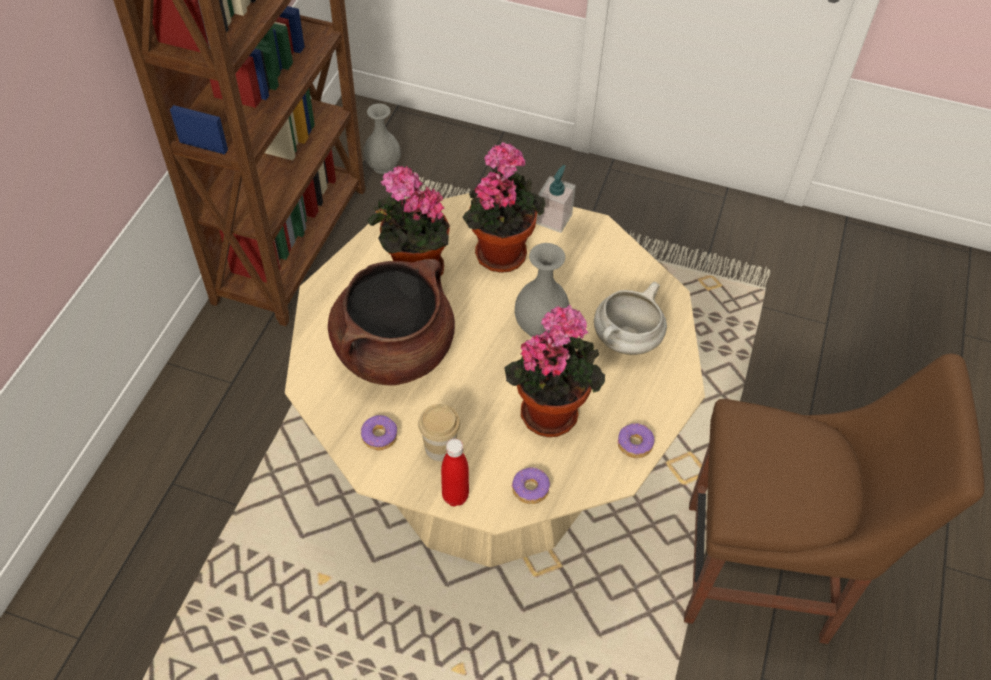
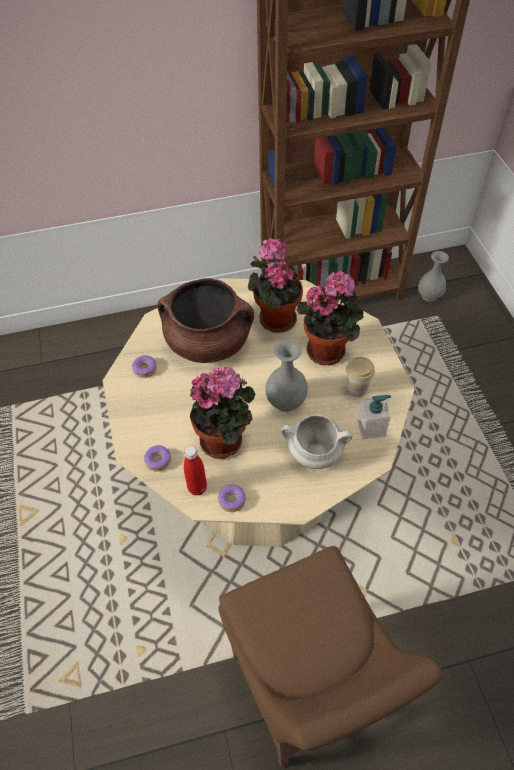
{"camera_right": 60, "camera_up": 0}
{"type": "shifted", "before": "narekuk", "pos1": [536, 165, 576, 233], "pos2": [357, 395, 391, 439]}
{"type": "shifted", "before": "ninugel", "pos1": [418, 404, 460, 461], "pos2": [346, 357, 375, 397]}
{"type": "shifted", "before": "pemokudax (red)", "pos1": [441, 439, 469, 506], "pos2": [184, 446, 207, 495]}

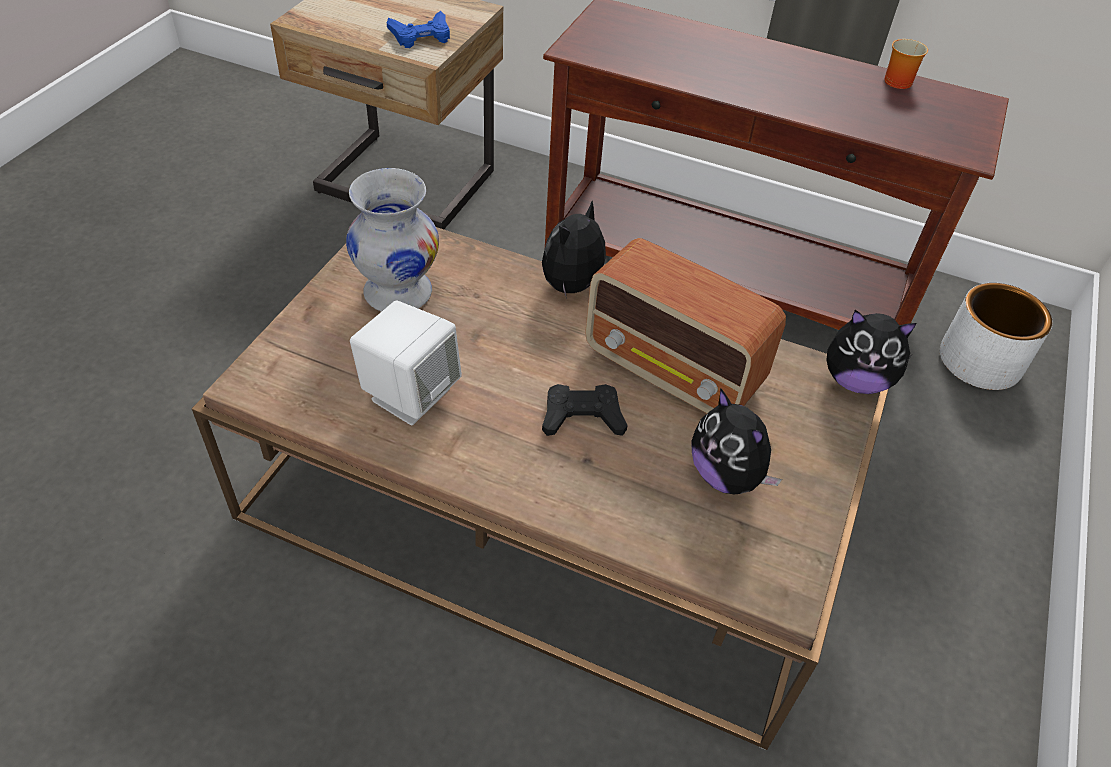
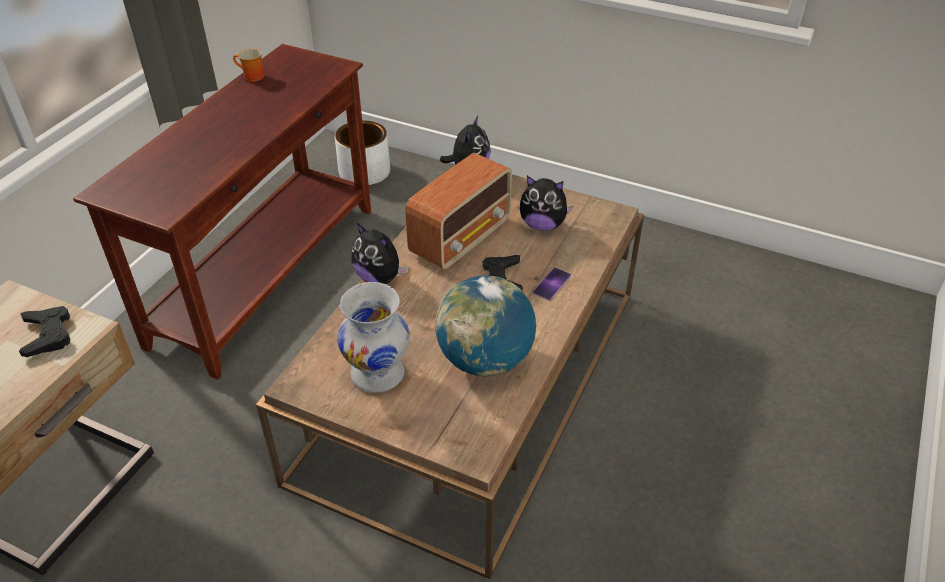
{"camera_right": -85, "camera_up": -5}
{"type": "repainted", "before": "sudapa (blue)", "after": "sudapa (black)", "pos1": [387, 11, 450, 48], "pos2": [19, 306, 70, 357]}
{"type": "swapped", "before": "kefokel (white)", "after": "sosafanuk", "pos1": [350, 301, 462, 425], "pos2": [435, 275, 536, 377]}
{"type": "rotated", "before": "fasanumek", "pos1": [691, 388, 782, 494], "pos2": [520, 176, 573, 231], "turn": 45}
{"type": "new", "after": "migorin", "pos2": [533, 268, 571, 300]}

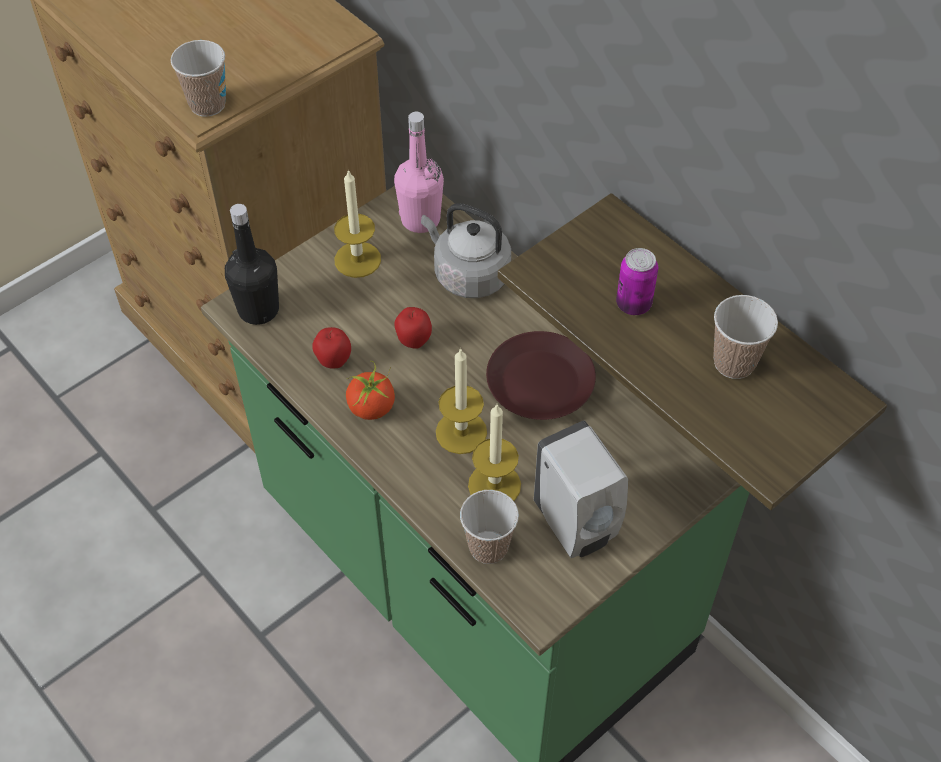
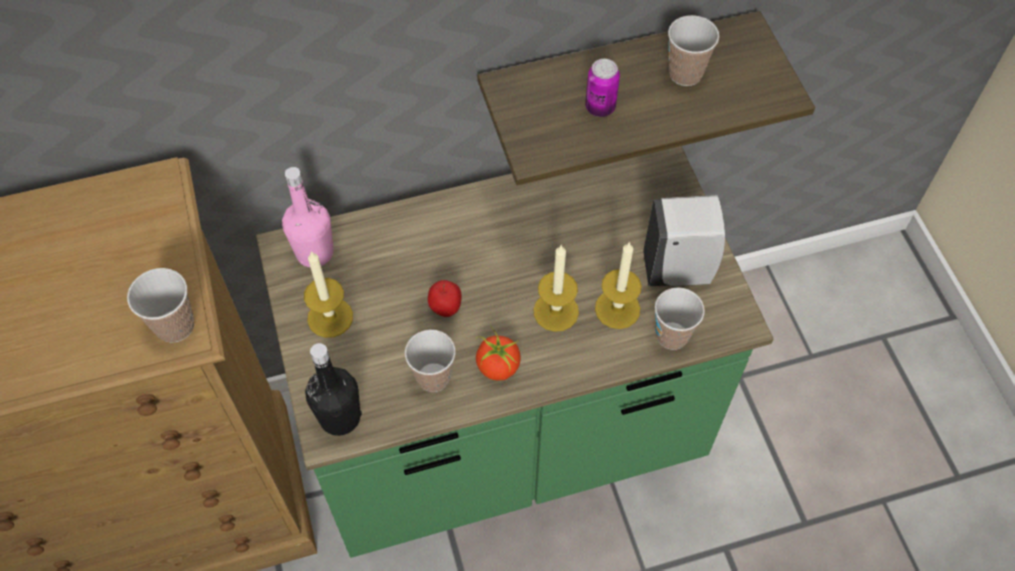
{"camera_right": -65, "camera_up": 5}
{"type": "gone", "before": "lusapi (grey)", "pos1": [421, 203, 511, 298]}
{"type": "swapped", "before": "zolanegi", "after": "ninugel", "pos1": [312, 327, 351, 369], "pos2": [405, 330, 456, 392]}
{"type": "gone", "before": "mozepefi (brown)", "pos1": [486, 331, 596, 420]}

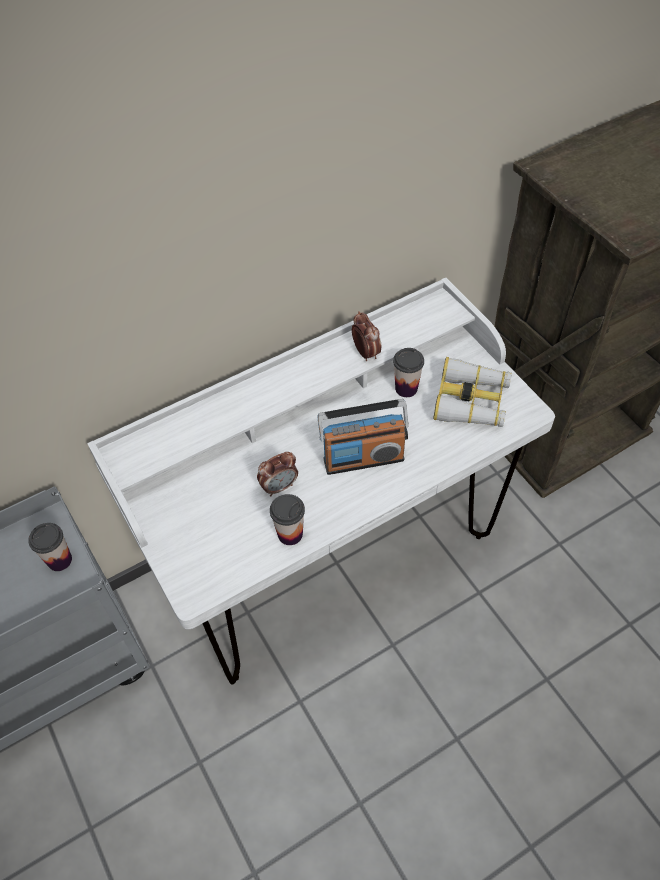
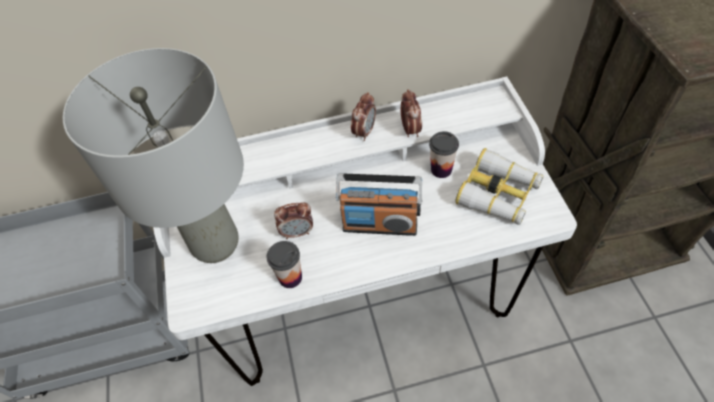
{"camera_right": 20, "camera_up": 0}
{"type": "gone", "before": "ninugel", "pos1": [28, 523, 72, 571]}
{"type": "new", "after": "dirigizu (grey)", "pos2": [63, 48, 244, 263]}
{"type": "new", "after": "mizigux", "pos2": [351, 92, 376, 141]}

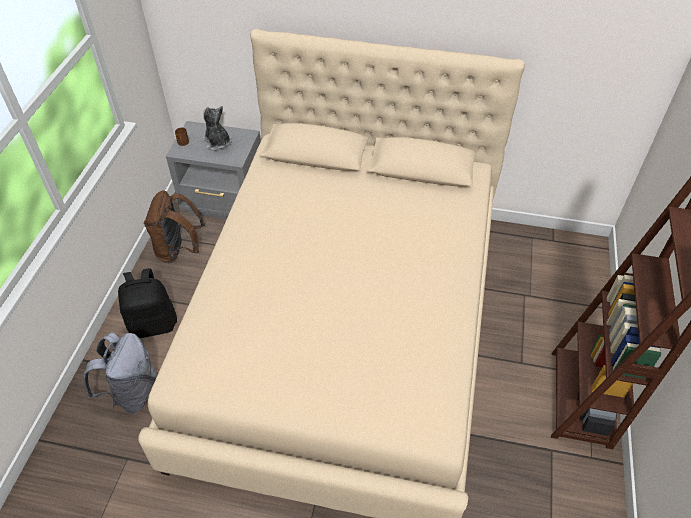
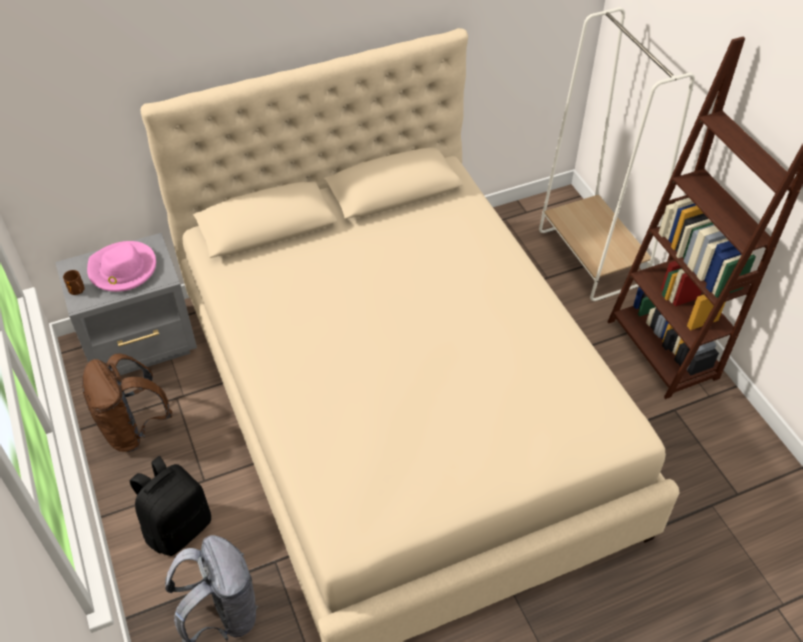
{"camera_right": -35, "camera_up": 0}
{"type": "swapped", "before": "fasanumek", "after": "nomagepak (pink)", "pos1": [203, 106, 232, 151], "pos2": [87, 241, 156, 292]}
{"type": "new", "after": "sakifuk", "pos2": [539, 7, 695, 301]}

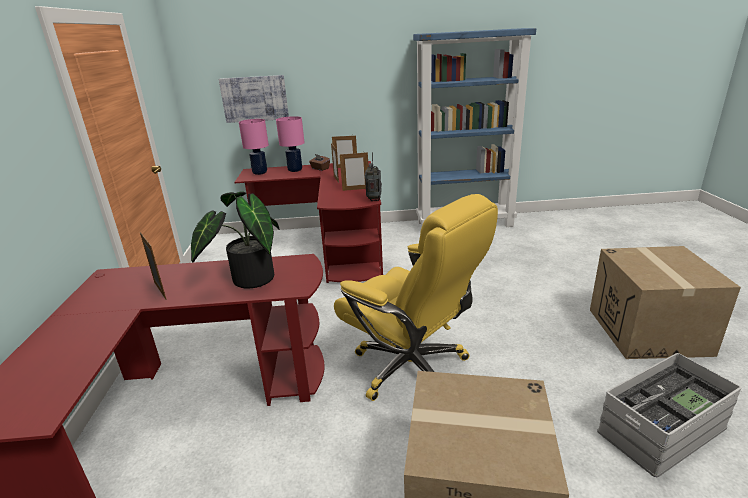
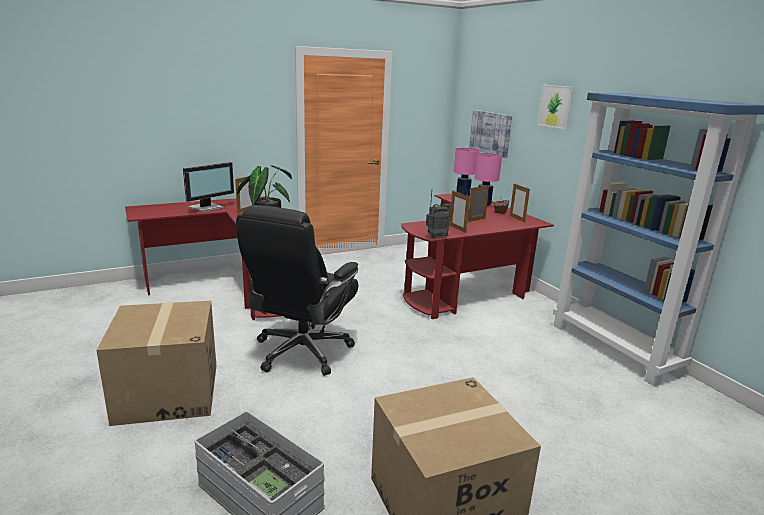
{"camera_right": 65, "camera_up": -5}
{"type": "repainted", "before": "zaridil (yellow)", "after": "zaridil (black)", "pos1": [334, 194, 498, 401], "pos2": [236, 205, 358, 376]}
{"type": "new", "after": "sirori", "pos2": [537, 84, 574, 130]}
{"type": "new", "after": "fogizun", "pos2": [183, 162, 234, 212]}

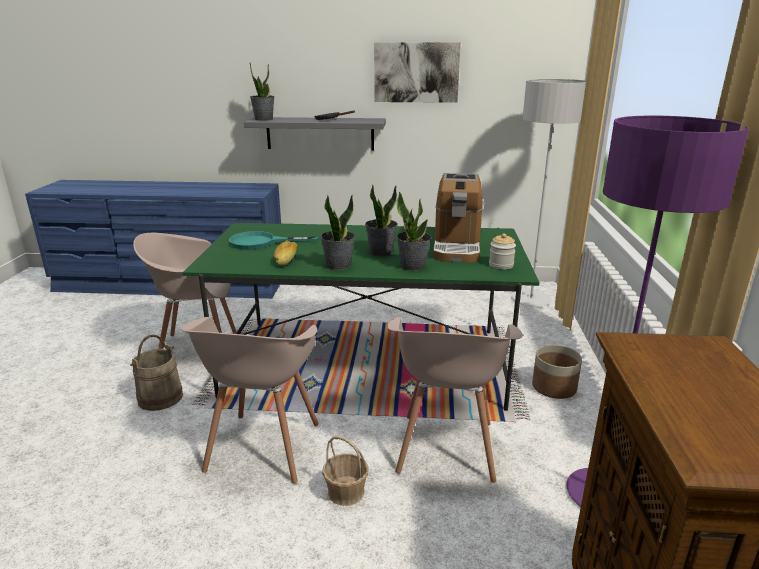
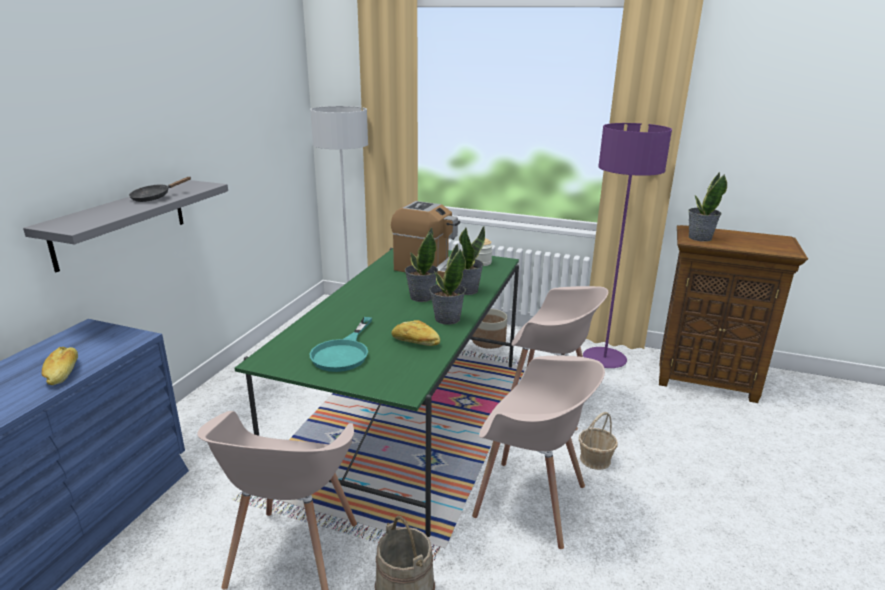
{"camera_right": -75, "camera_up": 0}
{"type": "gone", "before": "sirori", "pos1": [374, 42, 461, 103]}
{"type": "shifted", "before": "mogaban", "pos1": [250, 63, 275, 121], "pos2": [688, 172, 727, 242]}
{"type": "new", "after": "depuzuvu", "pos2": [41, 347, 78, 385]}

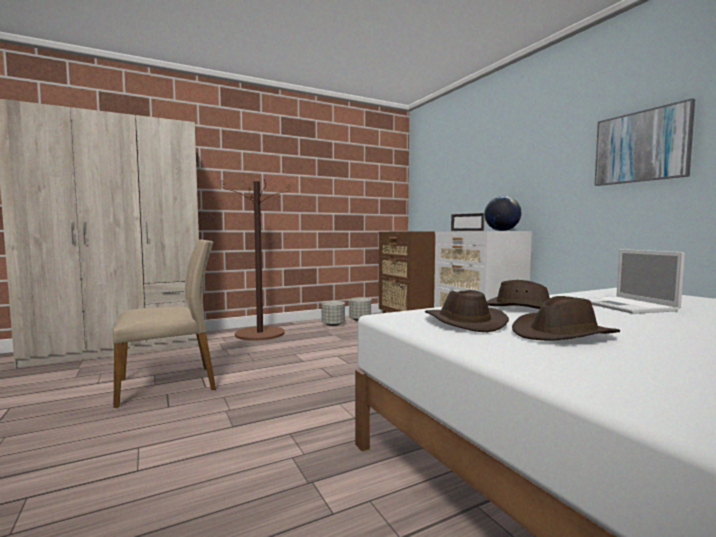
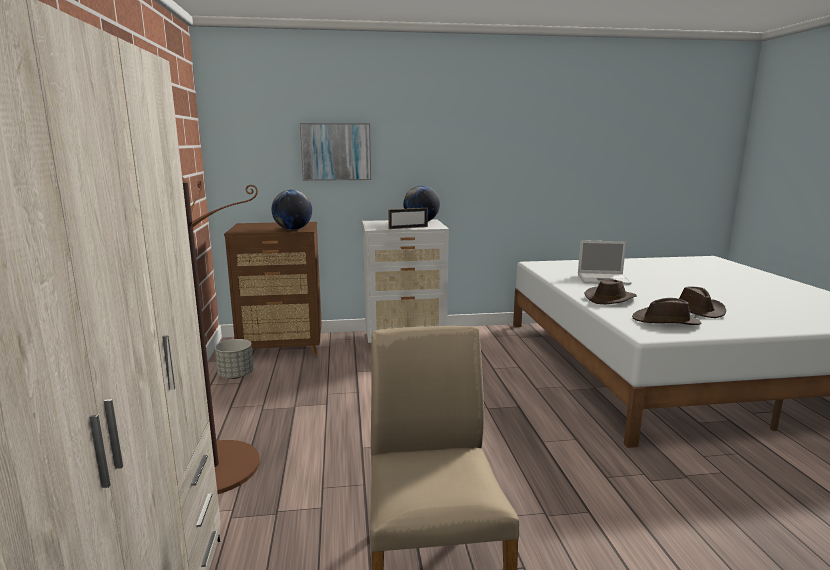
{"camera_right": -70, "camera_up": 10}
{"type": "shifted", "before": "sirori", "pos1": [594, 98, 695, 186], "pos2": [300, 123, 371, 181]}
{"type": "gone", "before": "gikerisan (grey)", "pos1": [322, 301, 345, 326]}
{"type": "new", "after": "sosafanuk", "pos2": [272, 190, 312, 230]}

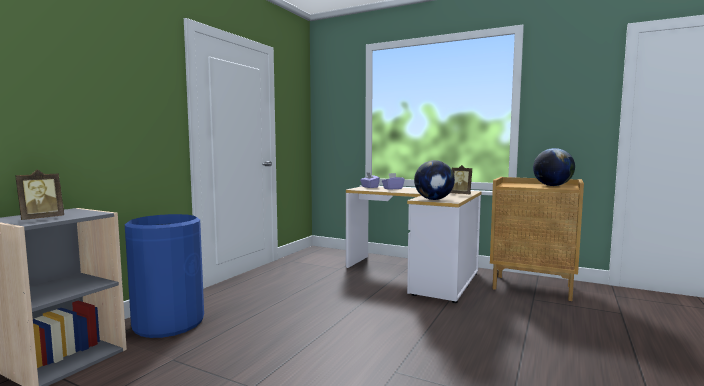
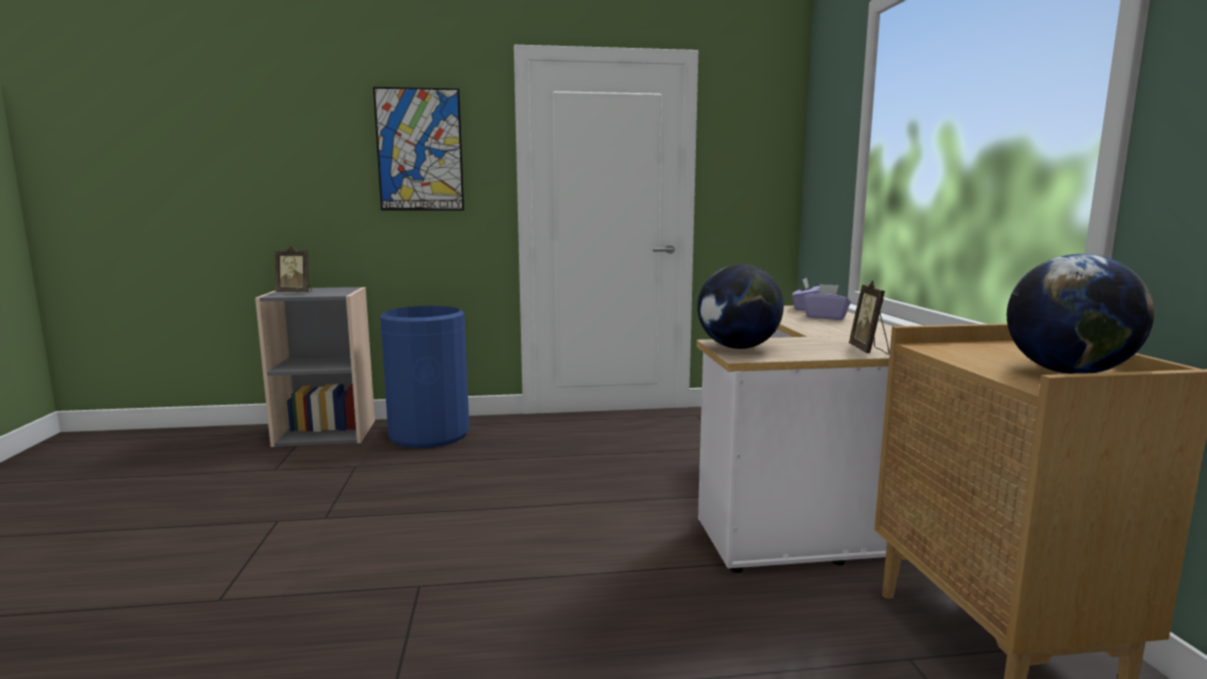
{"camera_right": 55, "camera_up": 5}
{"type": "new", "after": "sirori", "pos2": [373, 87, 464, 211]}

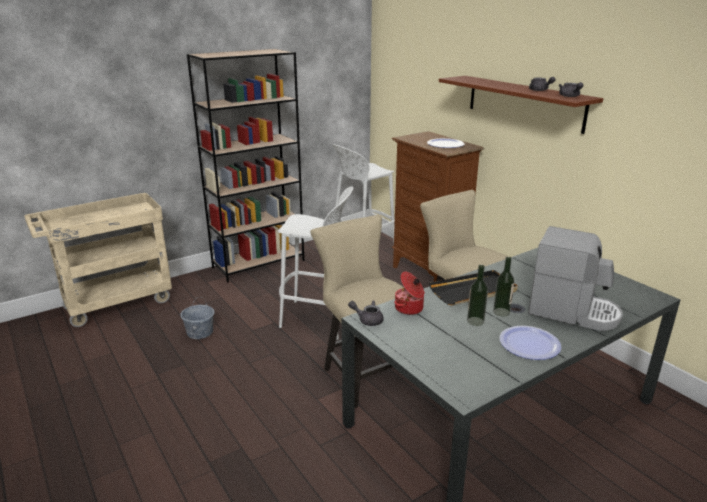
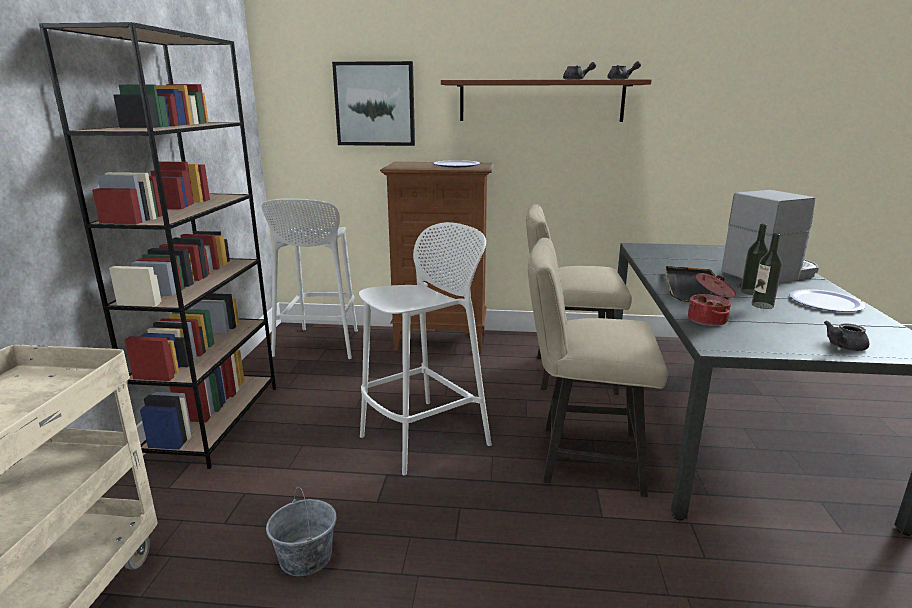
{"camera_right": -50, "camera_up": -5}
{"type": "shifted", "before": "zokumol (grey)", "pos1": [348, 300, 384, 326], "pos2": [824, 321, 869, 351]}
{"type": "new", "after": "sirori", "pos2": [332, 61, 415, 146]}

